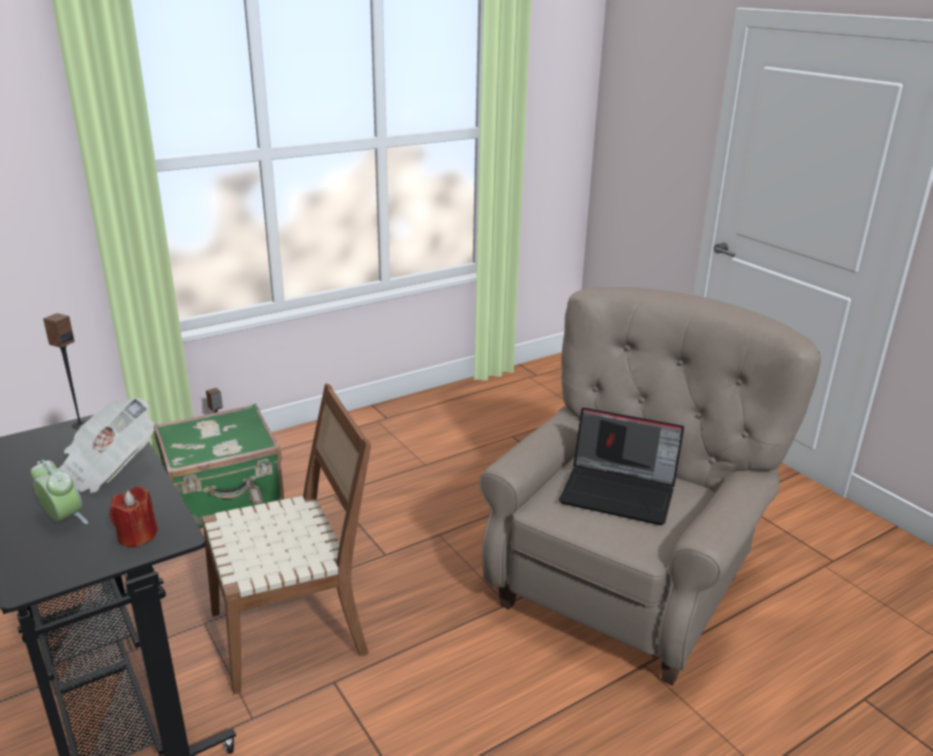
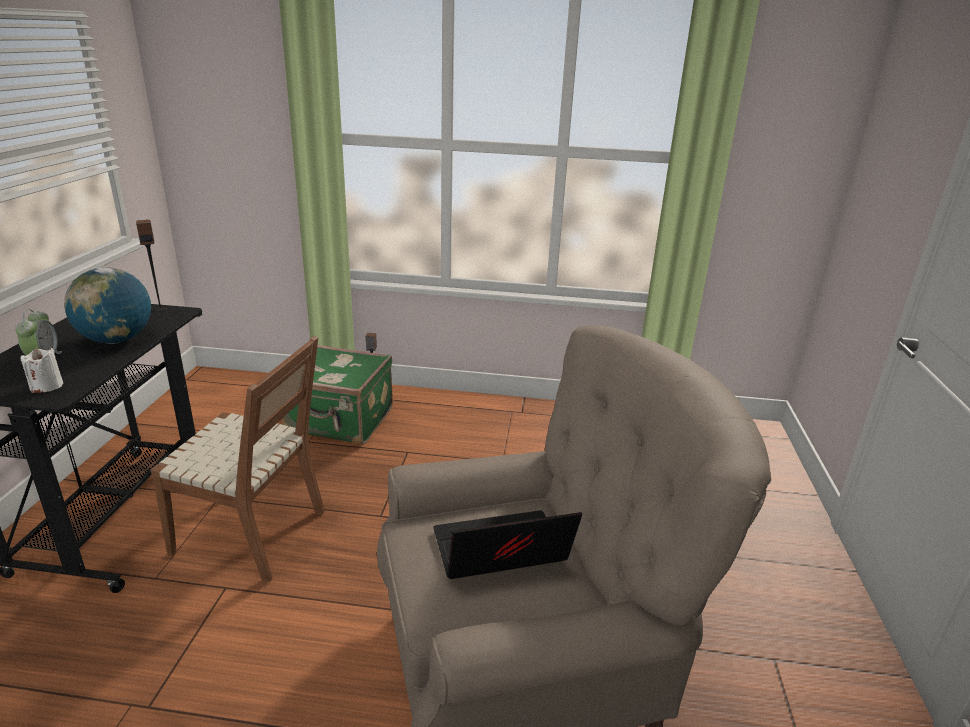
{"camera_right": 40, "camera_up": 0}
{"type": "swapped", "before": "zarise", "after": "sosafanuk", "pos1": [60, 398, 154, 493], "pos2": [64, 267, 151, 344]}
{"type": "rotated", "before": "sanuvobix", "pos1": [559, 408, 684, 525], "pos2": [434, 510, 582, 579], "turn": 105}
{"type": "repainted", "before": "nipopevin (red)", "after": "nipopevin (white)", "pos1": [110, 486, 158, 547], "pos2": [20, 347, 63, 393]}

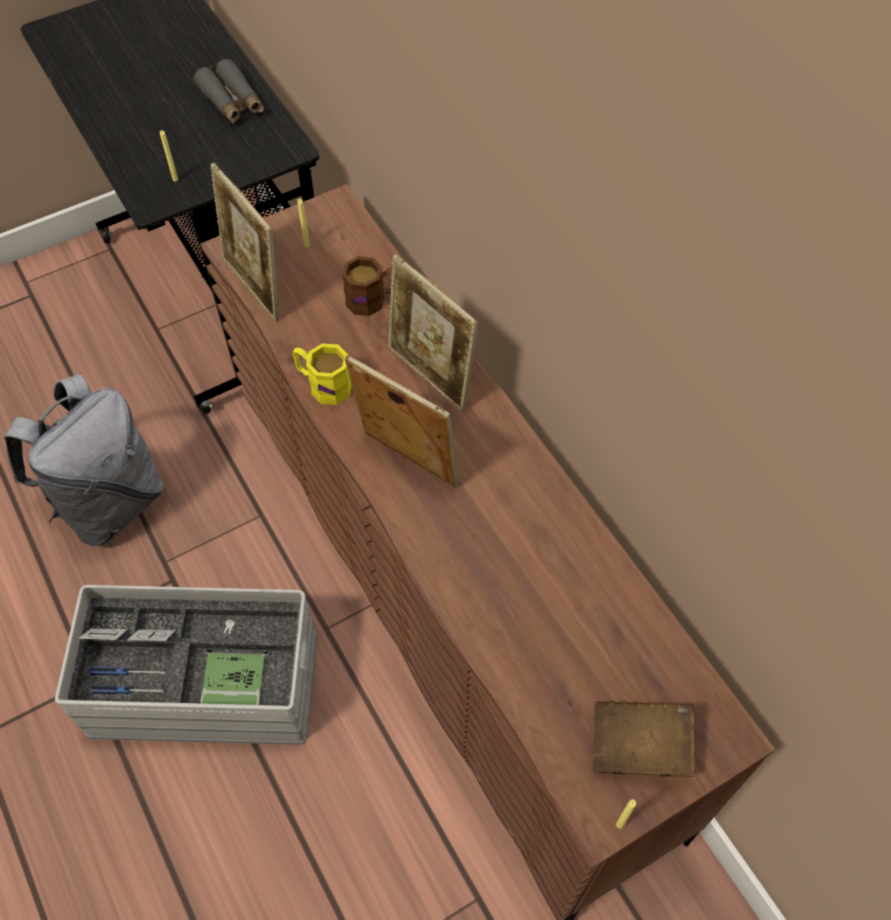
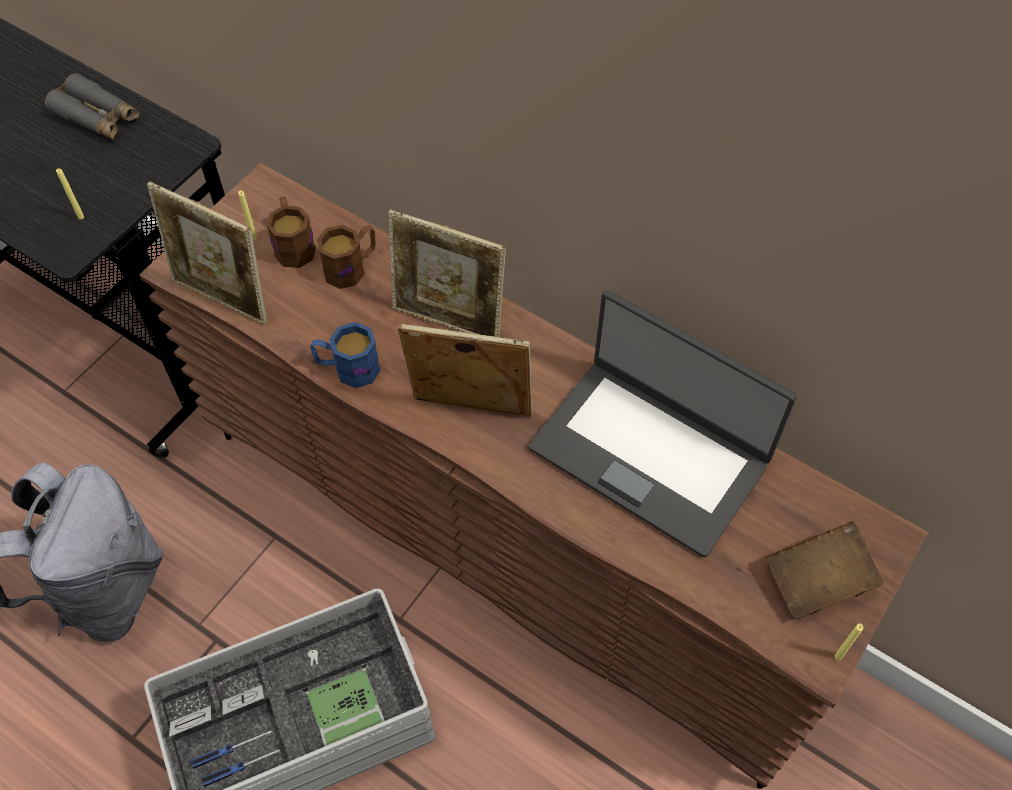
{"camera_right": -25, "camera_up": 0}
{"type": "repainted", "before": "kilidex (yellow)", "after": "kilidex (blue)", "pos1": [292, 343, 352, 405], "pos2": [310, 322, 381, 388]}
{"type": "new", "after": "kilidex (brown)", "pos2": [266, 196, 316, 268]}
{"type": "new", "after": "sanuvobix", "pos2": [528, 290, 797, 557]}

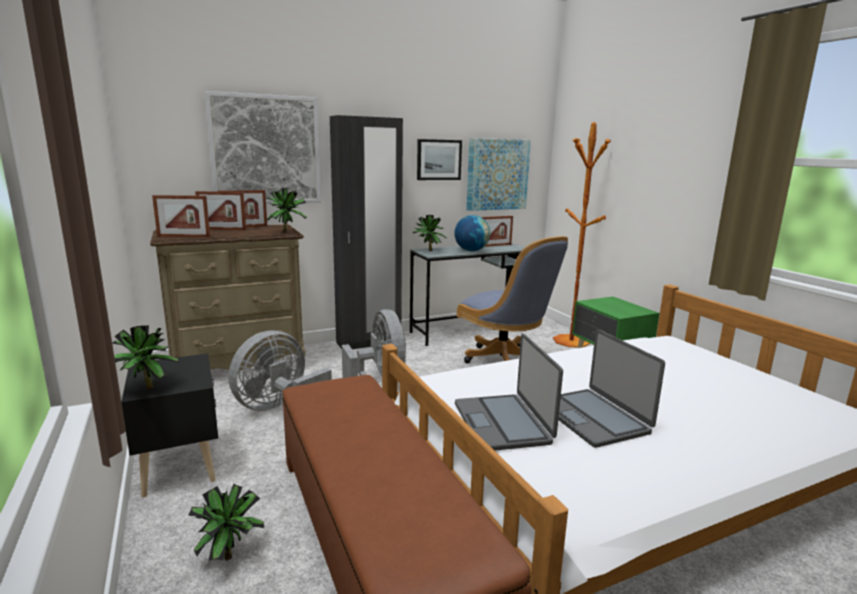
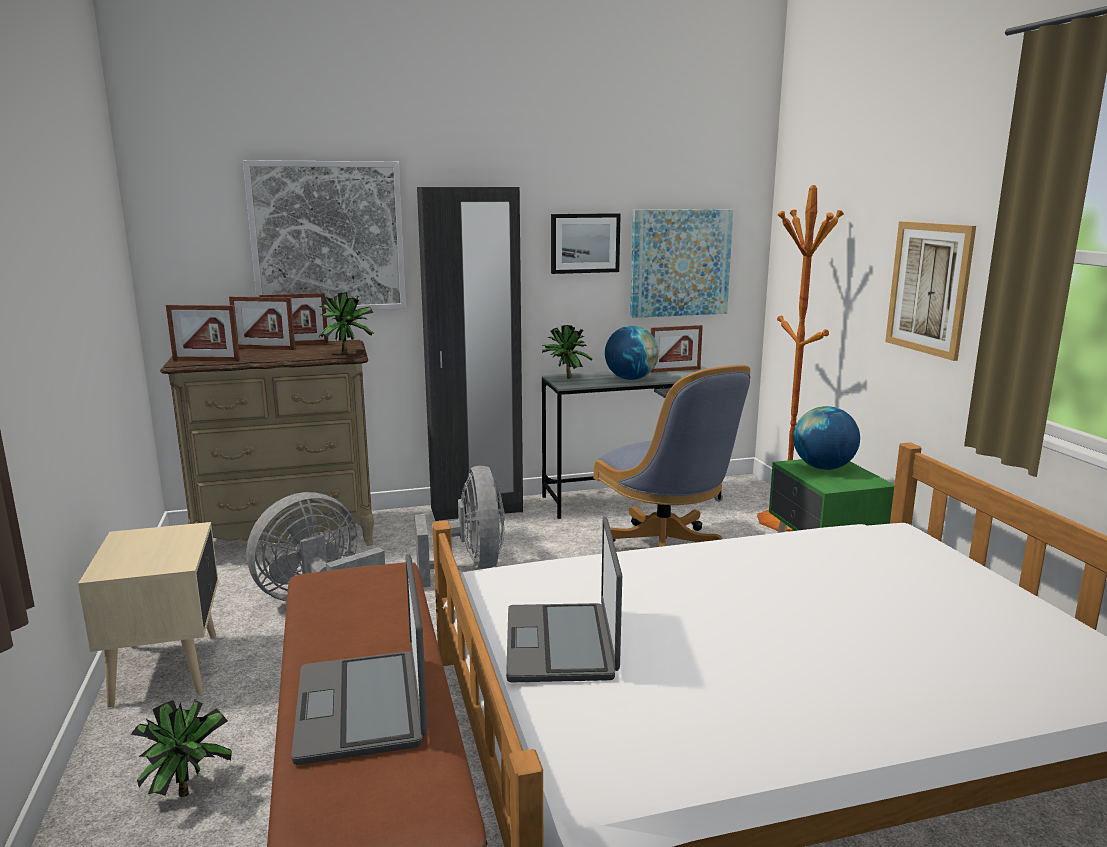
{"camera_right": 10, "camera_up": 0}
{"type": "gone", "before": "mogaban", "pos1": [112, 325, 179, 390]}
{"type": "shifted", "before": "sanuvobix", "pos1": [558, 329, 665, 448], "pos2": [291, 554, 428, 765]}
{"type": "repainted", "before": "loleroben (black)", "after": "loleroben (beige)", "pos1": [121, 353, 218, 498], "pos2": [78, 522, 218, 707]}
{"type": "new", "after": "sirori", "pos2": [885, 221, 976, 361]}
{"type": "new", "after": "sosafanuk", "pos2": [793, 406, 860, 470]}

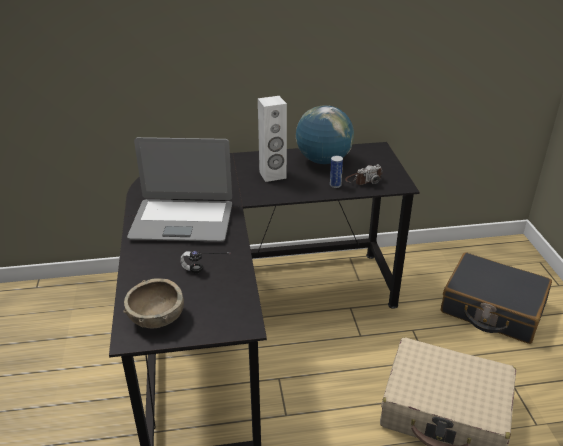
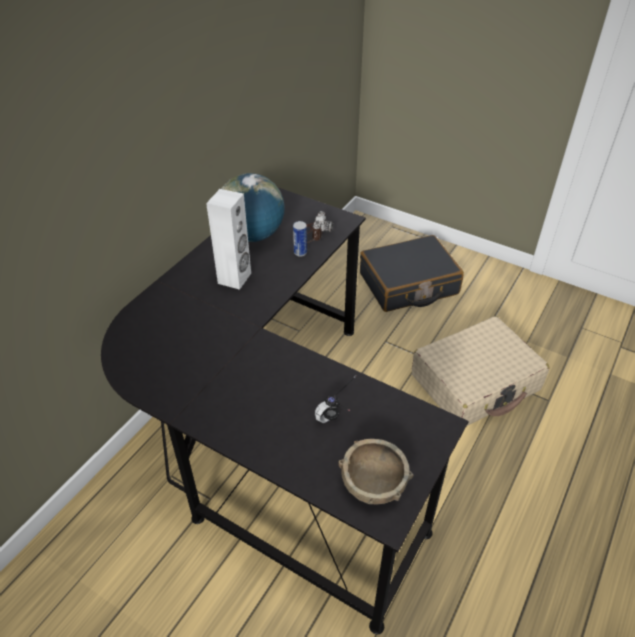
{"camera_right": -50, "camera_up": 10}
{"type": "gone", "before": "sanuvobix", "pos1": [127, 137, 232, 242]}

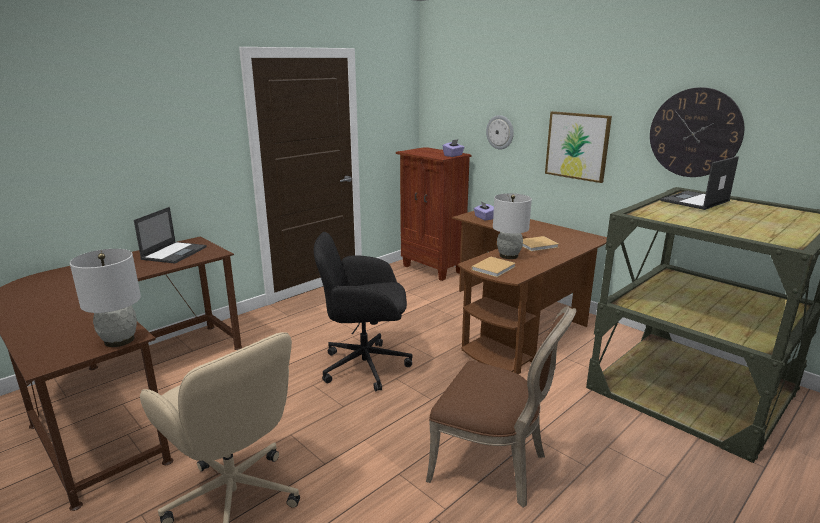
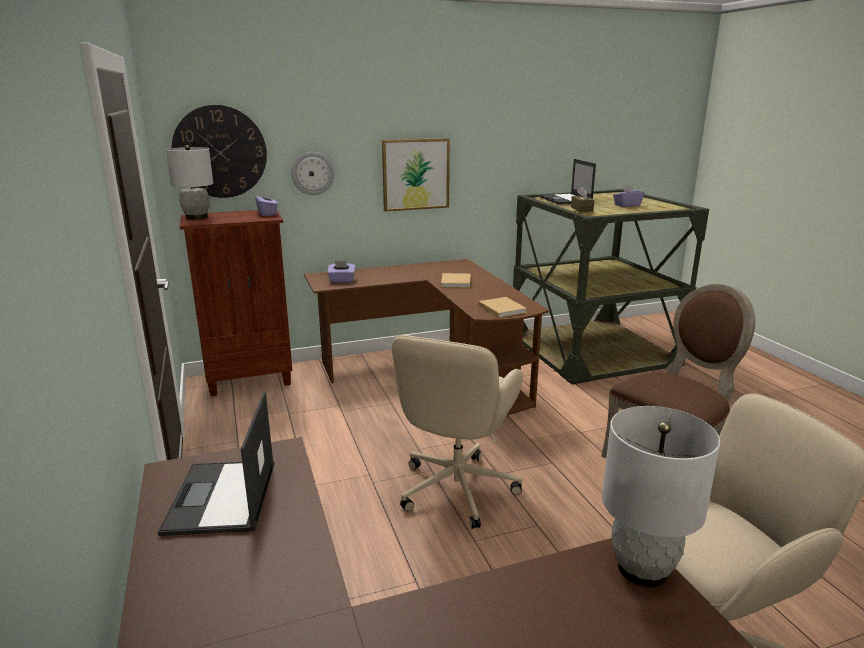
{"camera_right": -65, "camera_up": 0}
{"type": "shifted", "before": "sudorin", "pos1": [650, 87, 744, 177], "pos2": [172, 105, 267, 198]}
{"type": "shifted", "before": "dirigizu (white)", "pos1": [493, 193, 532, 259], "pos2": [166, 145, 213, 219]}
{"type": "rotated", "before": "sanuvobix", "pos1": [134, 207, 207, 264], "pos2": [158, 391, 274, 536], "turn": -135}
{"type": "repainted", "before": "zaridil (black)", "after": "zaridil (beige)", "pos1": [314, 232, 412, 391], "pos2": [392, 335, 523, 529]}
{"type": "new", "after": "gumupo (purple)", "pos2": [613, 184, 645, 207]}
{"type": "new", "after": "gumupo (brown)", "pos2": [571, 187, 594, 212]}

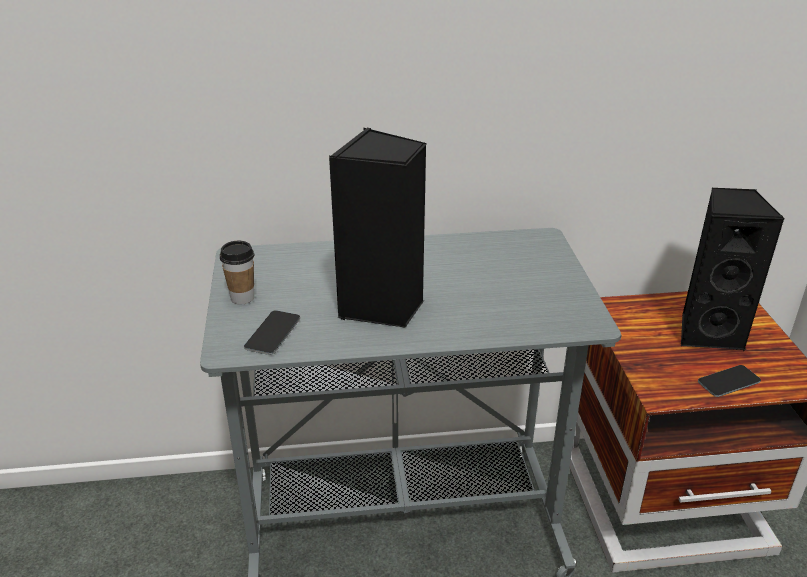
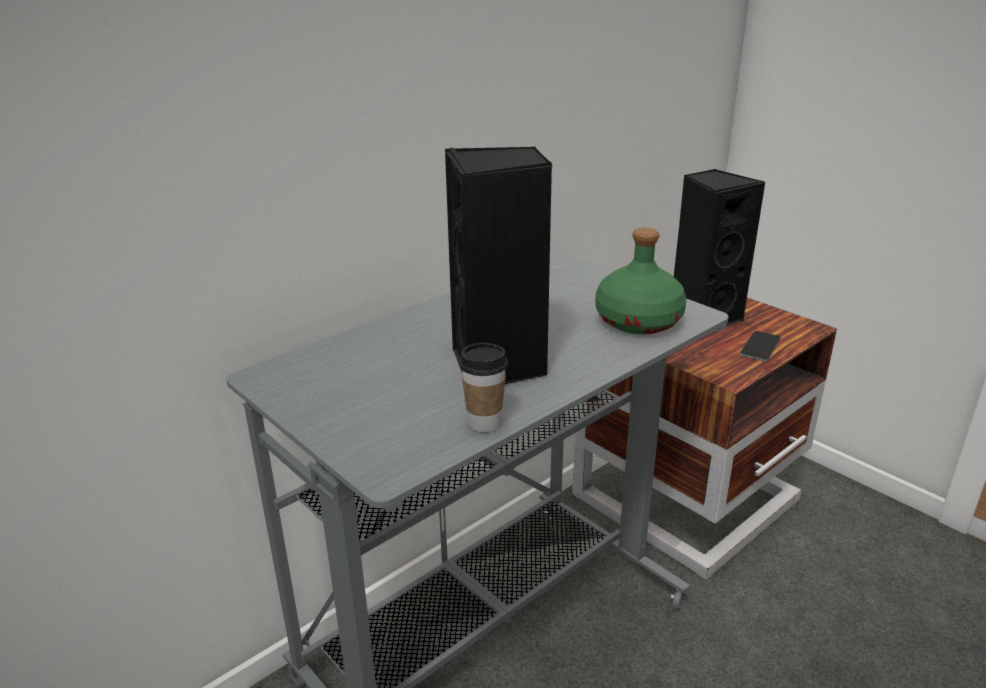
{"camera_right": -35, "camera_up": -5}
{"type": "shifted", "before": "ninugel", "pos1": [220, 241, 254, 304], "pos2": [459, 343, 508, 433]}
{"type": "gone", "before": "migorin", "pos1": [244, 310, 300, 355]}
{"type": "new", "after": "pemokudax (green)", "pos2": [596, 228, 686, 335]}

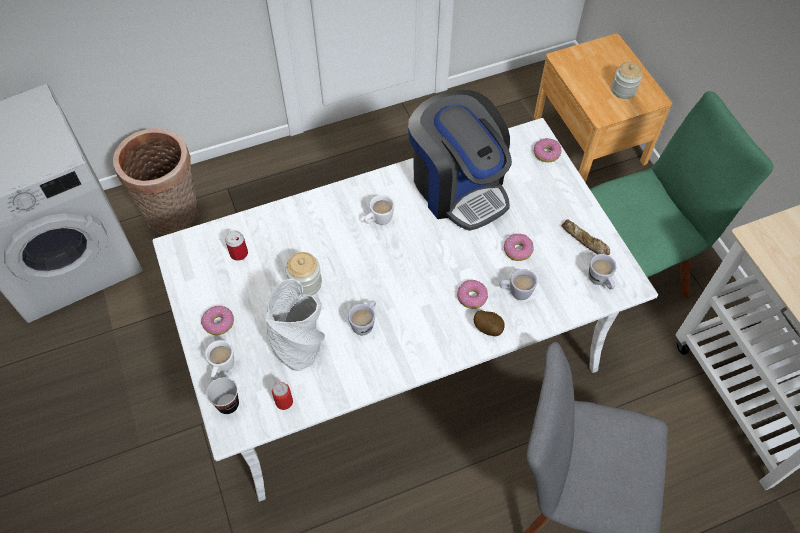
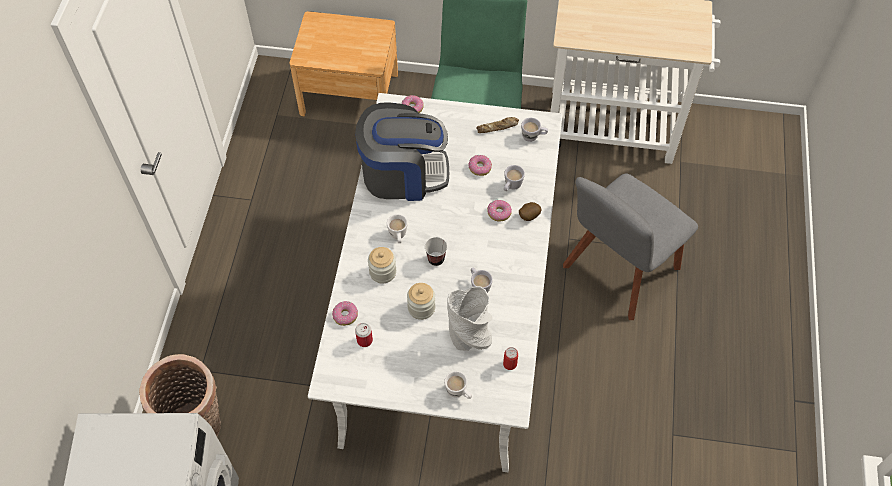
{"camera_right": -60, "camera_up": 0}
{"type": "shifted", "before": "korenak", "pos1": [612, 62, 642, 99], "pos2": [368, 247, 396, 283]}
{"type": "shifted", "before": "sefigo", "pos1": [201, 306, 234, 335], "pos2": [332, 301, 358, 326]}
{"type": "shifted", "before": "ninugel", "pos1": [206, 377, 239, 414], "pos2": [425, 237, 447, 266]}

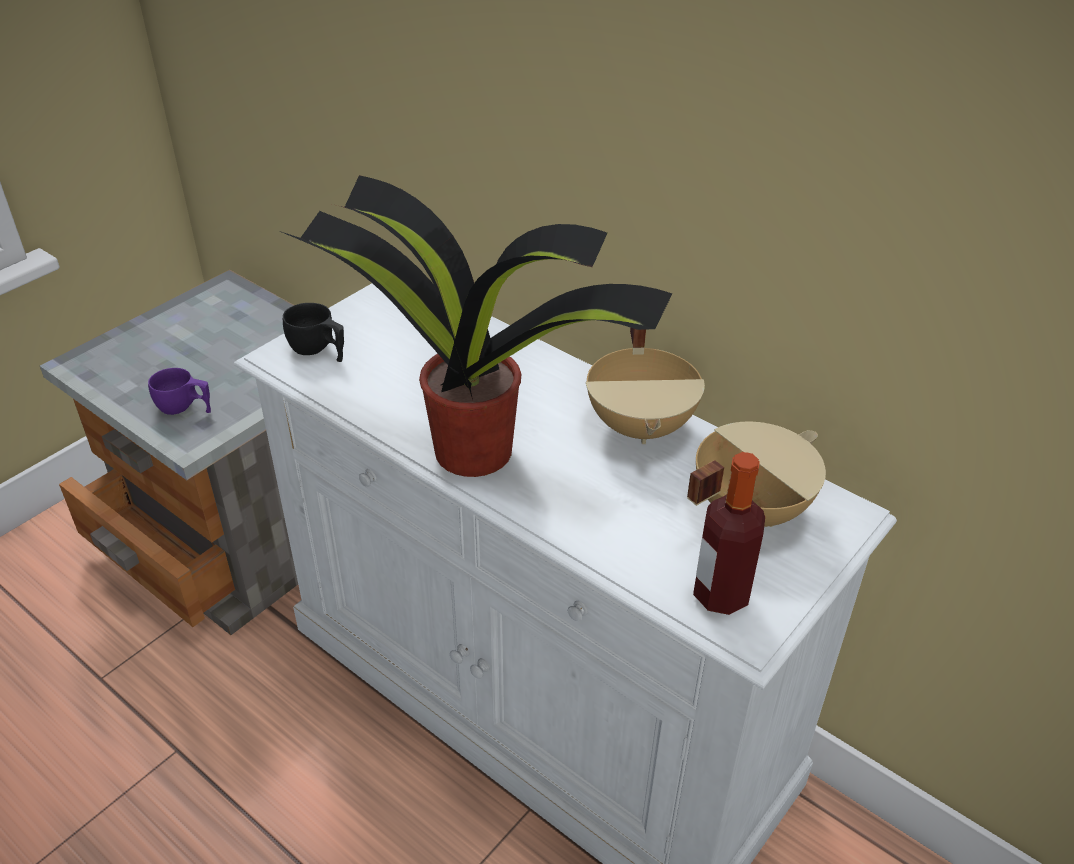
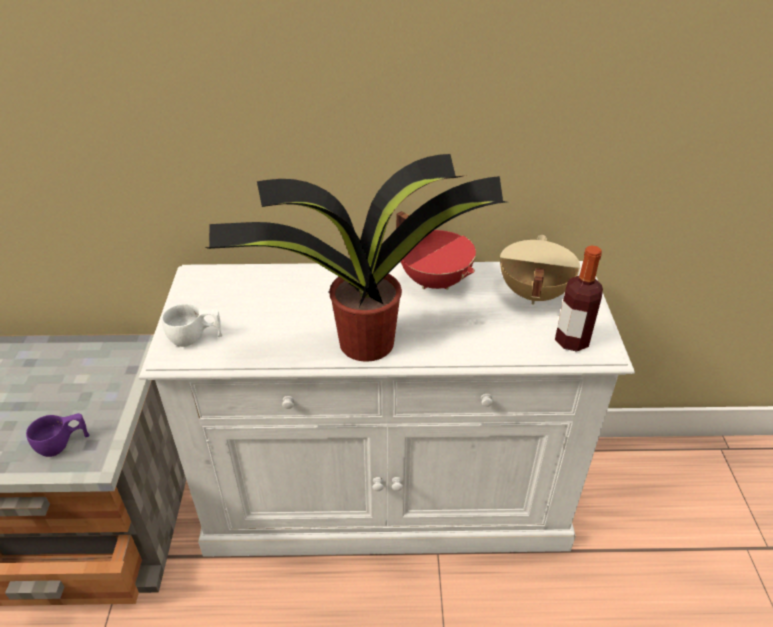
{"camera_right": -40, "camera_up": 0}
{"type": "repainted", "before": "ninugel (black)", "after": "ninugel (white)", "pos1": [283, 303, 344, 362], "pos2": [162, 304, 222, 347]}
{"type": "repainted", "before": "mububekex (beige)", "after": "mububekex (red)", "pos1": [586, 327, 705, 444], "pos2": [396, 211, 476, 290]}

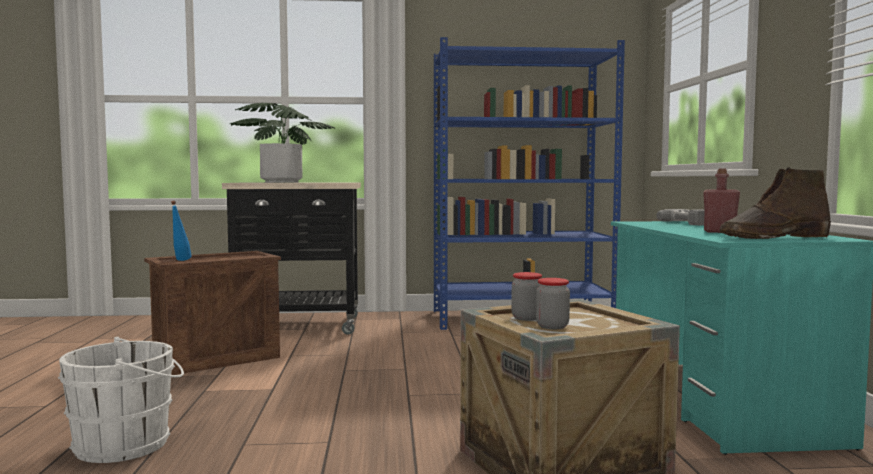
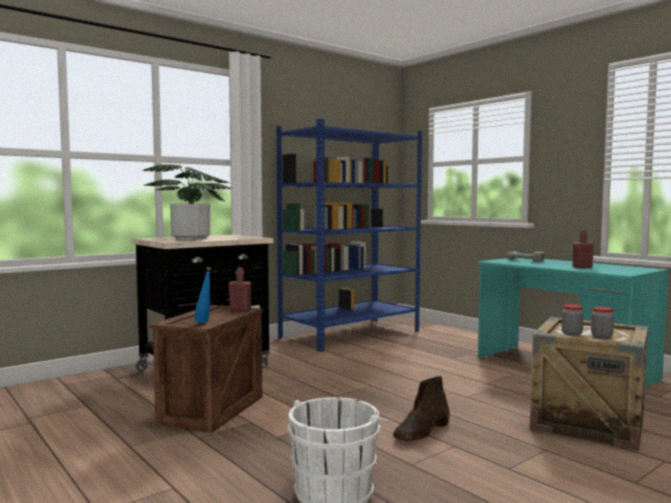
{"camera_right": -35, "camera_up": 0}
{"type": "shifted", "before": "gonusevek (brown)", "pos1": [720, 168, 831, 239], "pos2": [393, 376, 450, 441]}
{"type": "new", "after": "pemokudax (red)", "pos2": [229, 268, 251, 312]}

